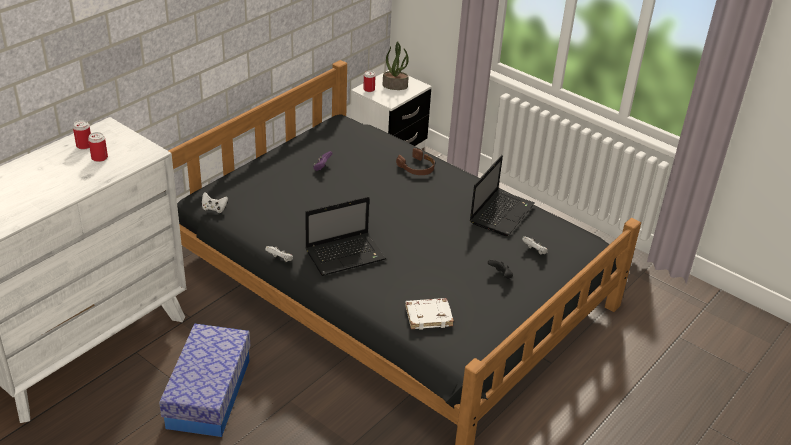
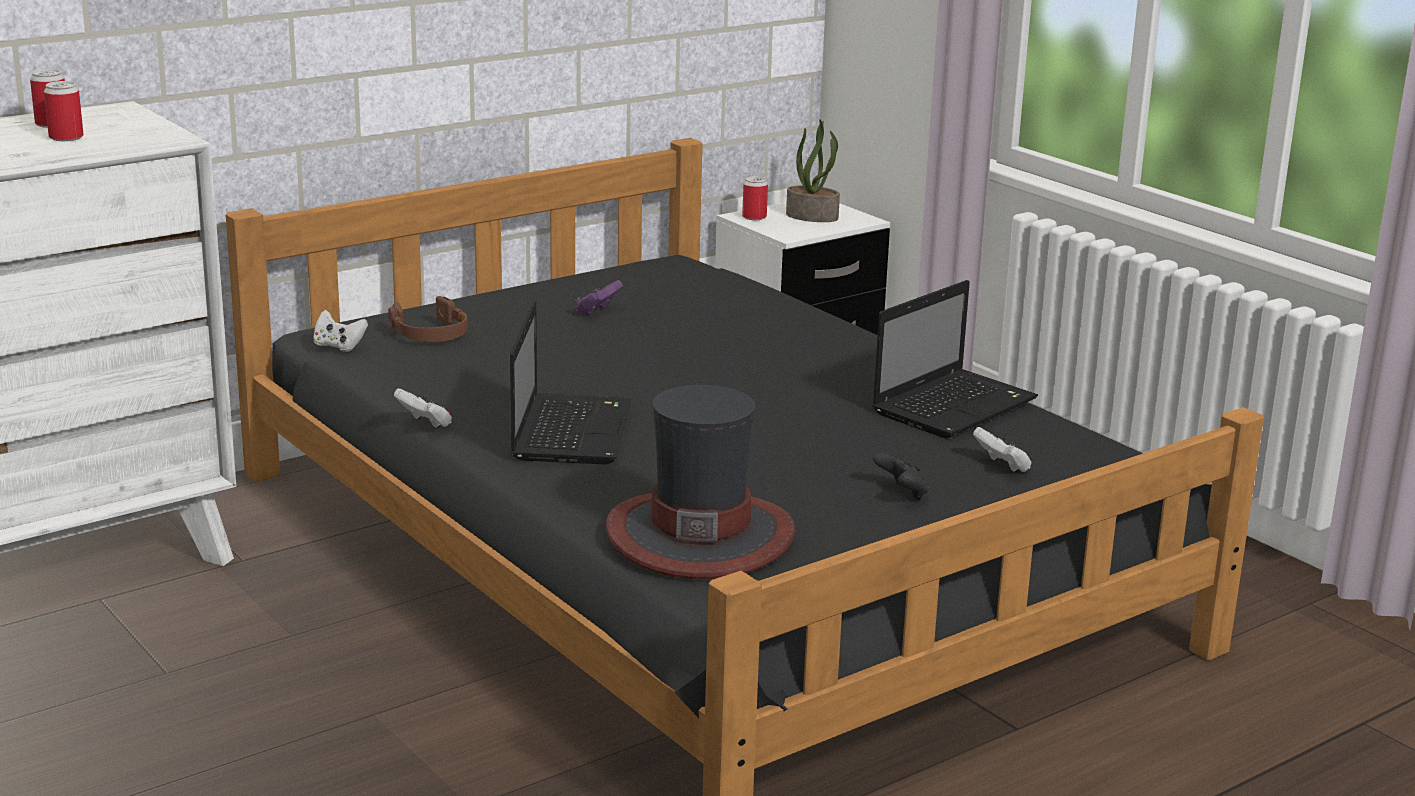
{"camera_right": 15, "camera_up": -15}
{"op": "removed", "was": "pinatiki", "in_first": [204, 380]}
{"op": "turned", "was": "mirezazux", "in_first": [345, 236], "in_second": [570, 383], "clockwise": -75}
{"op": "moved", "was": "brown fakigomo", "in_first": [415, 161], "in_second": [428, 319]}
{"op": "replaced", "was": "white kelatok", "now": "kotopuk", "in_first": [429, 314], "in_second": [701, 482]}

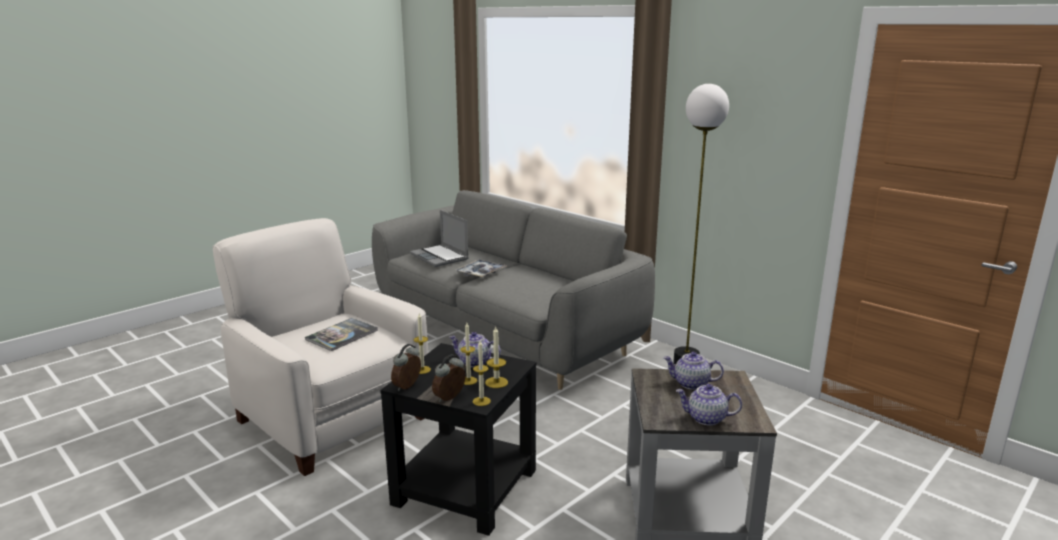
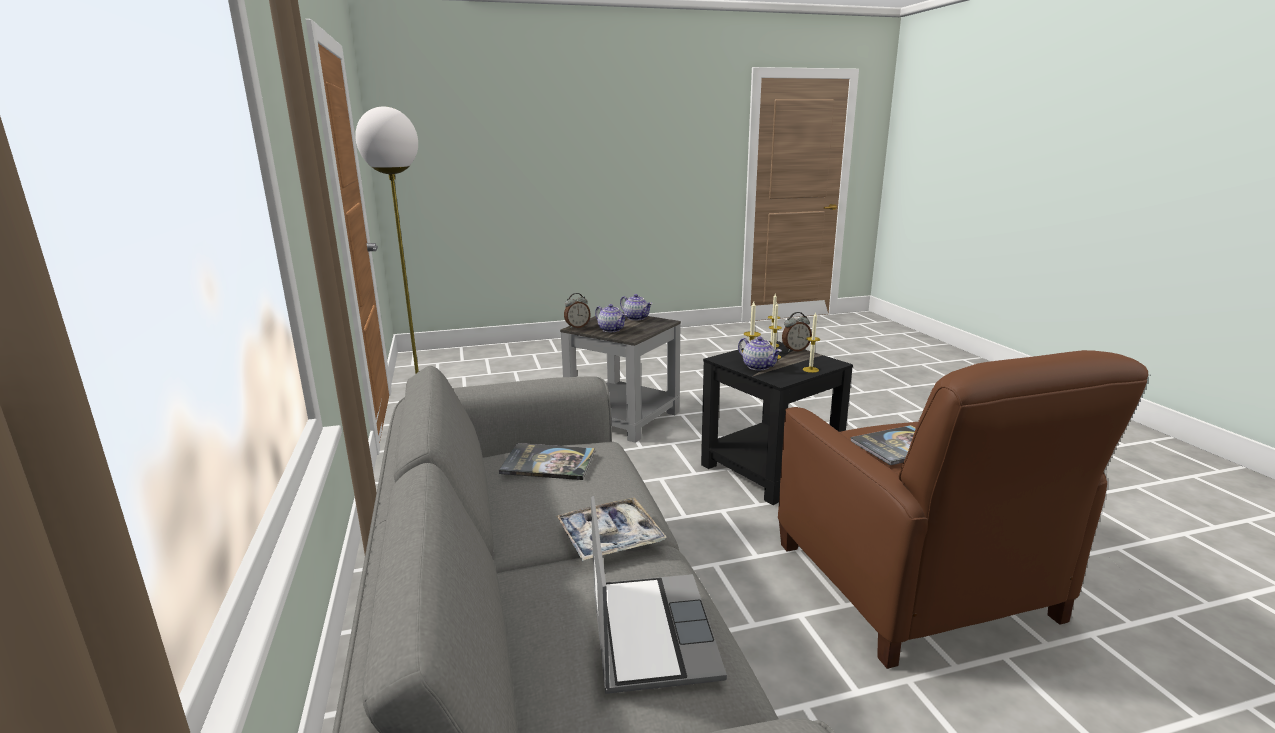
{"camera_right": -150, "camera_up": 0}
{"op": "recoloured", "was": "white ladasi", "now": "brown ladasi", "in_first": [320, 347], "in_second": [963, 509]}
{"op": "moved", "was": "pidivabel", "in_first": [406, 367], "in_second": [577, 311]}
{"op": "added", "now": "kelatok", "in_second": [547, 461]}

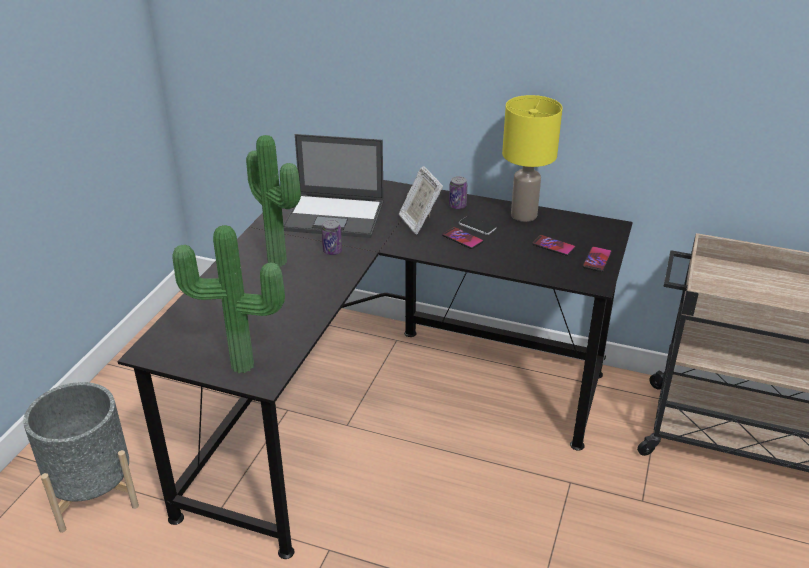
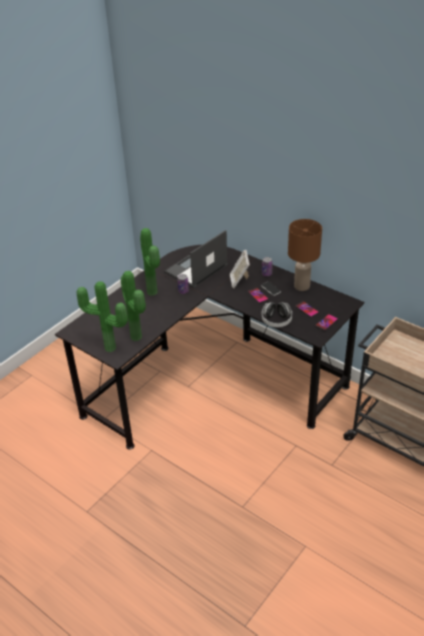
{"camera_right": 20, "camera_up": 5}
{"op": "removed", "was": "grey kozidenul", "in_first": [81, 457]}
{"op": "turned", "was": "mirezazux", "in_first": [334, 186], "in_second": [196, 259], "clockwise": 105}
{"op": "recoloured", "was": "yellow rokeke", "now": "brown rokeke", "in_first": [532, 158], "in_second": [305, 255]}
{"op": "added", "now": "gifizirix", "in_second": [133, 306]}
{"op": "added", "now": "fakigomo", "in_second": [276, 314]}

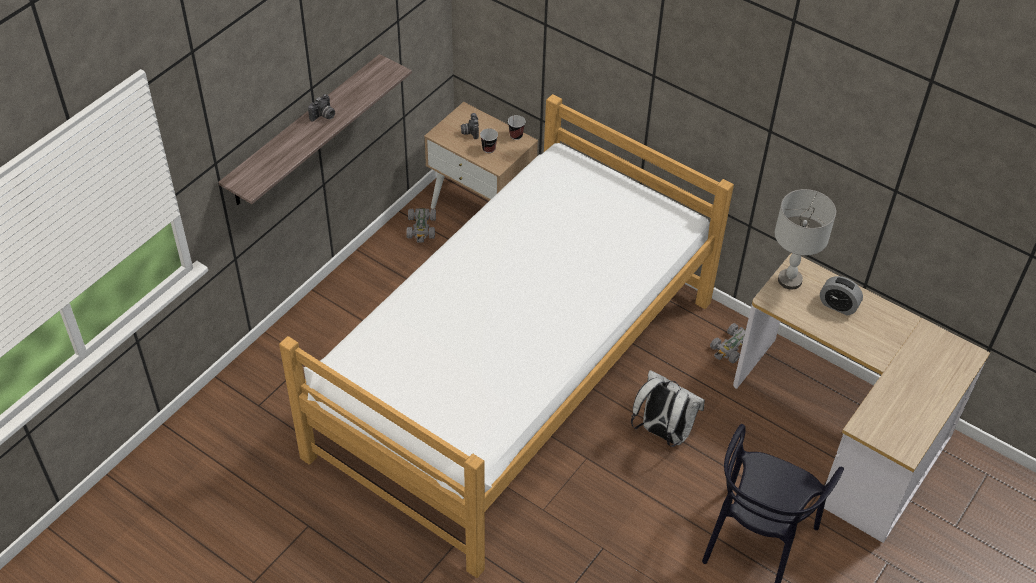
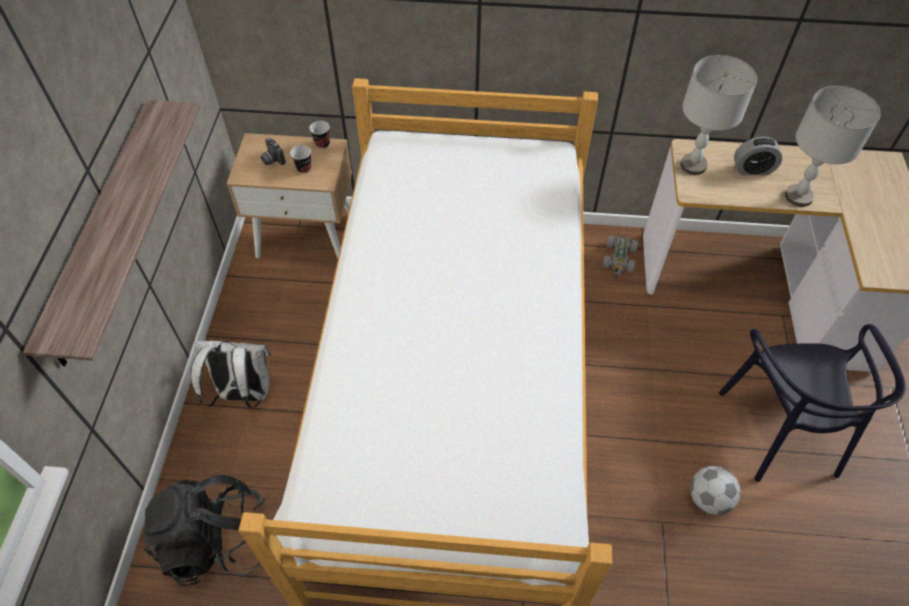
{"camera_right": -30, "camera_up": 5}
{"op": "removed", "was": "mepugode", "in_first": [321, 108]}
{"op": "removed", "was": "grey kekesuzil", "in_first": [421, 225]}
{"op": "moved", "was": "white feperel", "in_first": [668, 408], "in_second": [230, 374]}
{"op": "added", "now": "black feperel", "in_second": [204, 530]}
{"op": "added", "now": "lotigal", "in_second": [715, 490]}
{"op": "added", "now": "grey rokeke", "in_second": [833, 146]}

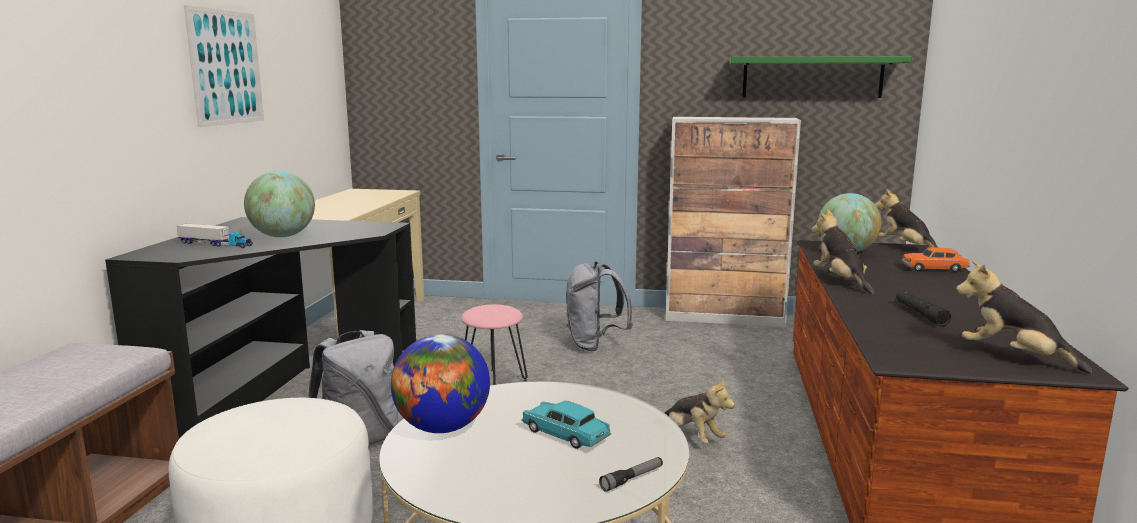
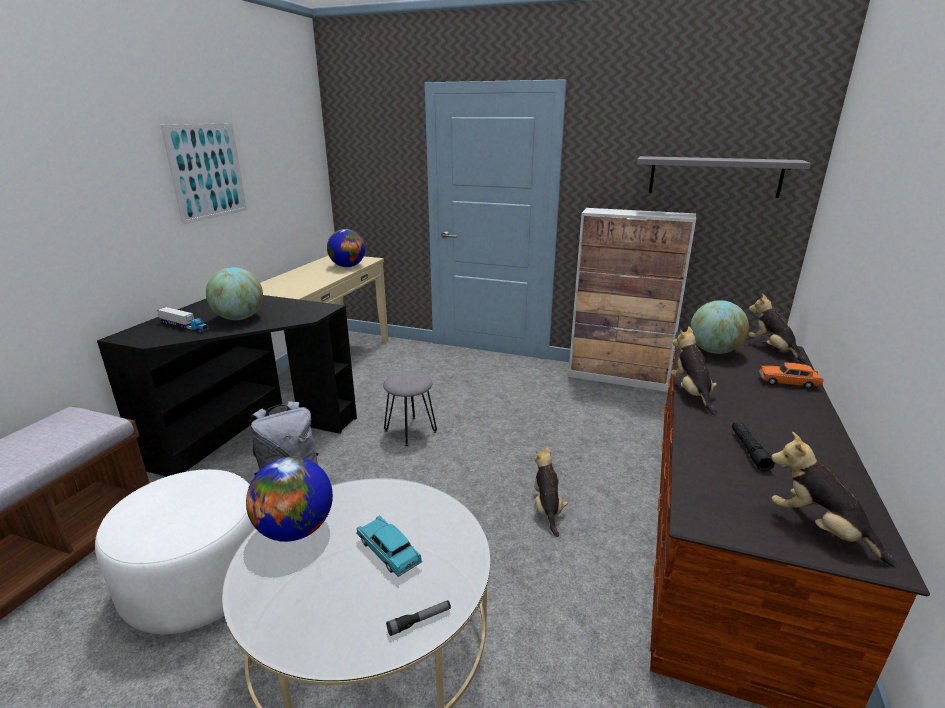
{"camera_right": 10, "camera_up": 10}
{"op": "recoloured", "was": "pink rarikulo", "now": "grey rarikulo", "in_first": [494, 344], "in_second": [410, 408]}
{"op": "removed", "was": "grey feperel", "in_first": [599, 306]}
{"op": "turned", "was": "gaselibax", "in_first": [699, 410], "in_second": [551, 491], "clockwise": -150}
{"op": "recoloured", "was": "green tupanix", "now": "grey tupanix", "in_first": [820, 77], "in_second": [724, 177]}
{"op": "added", "now": "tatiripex", "in_second": [346, 248]}

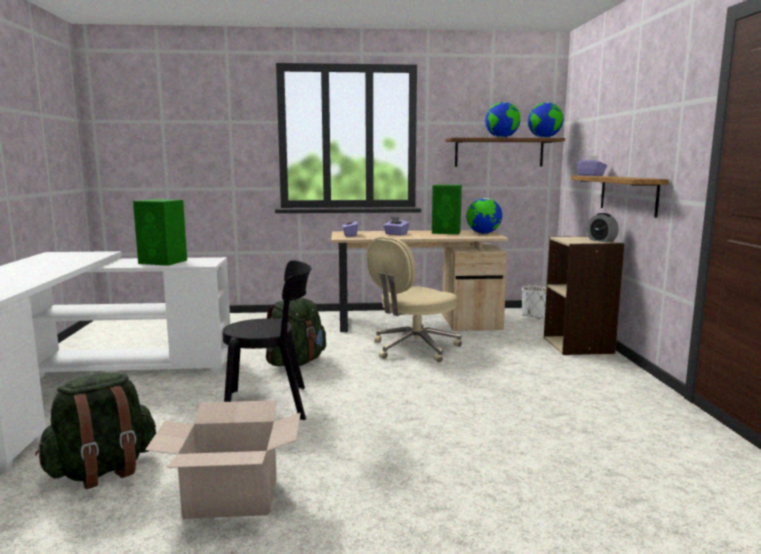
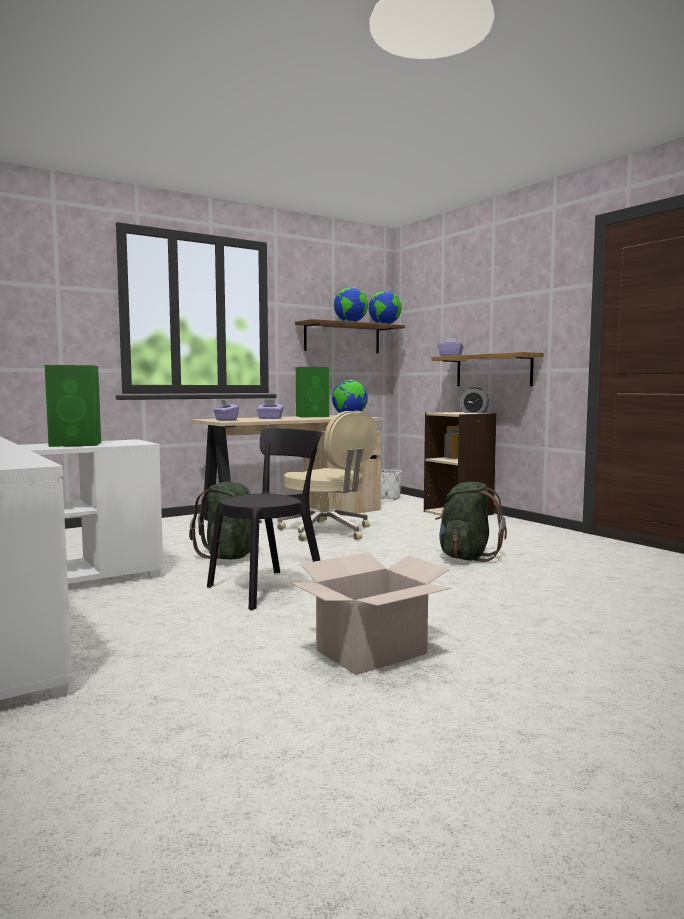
{"camera_right": -30, "camera_up": -5}
{"op": "moved", "was": "green feperel", "in_first": [95, 431], "in_second": [471, 522]}
{"op": "turned", "was": "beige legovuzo", "in_first": [414, 300], "in_second": [327, 476], "clockwise": -60}

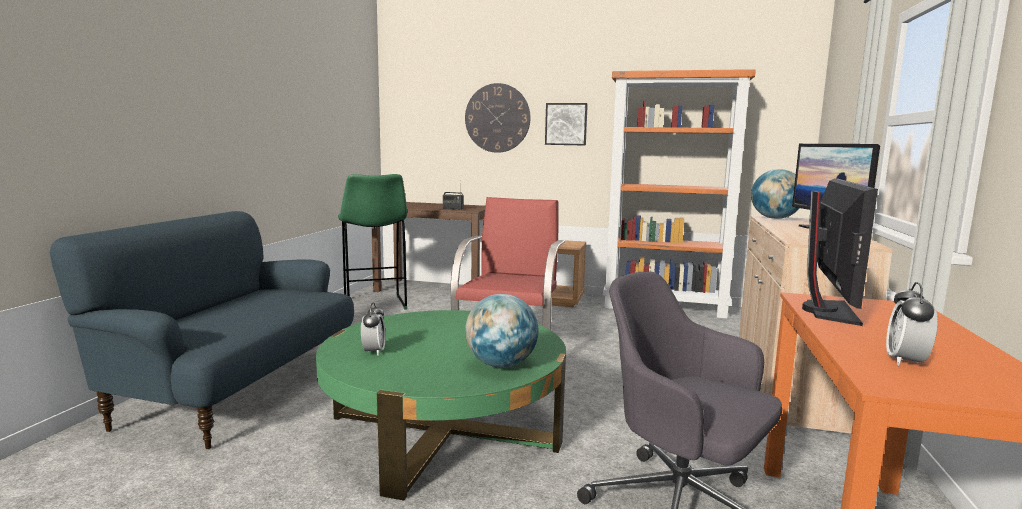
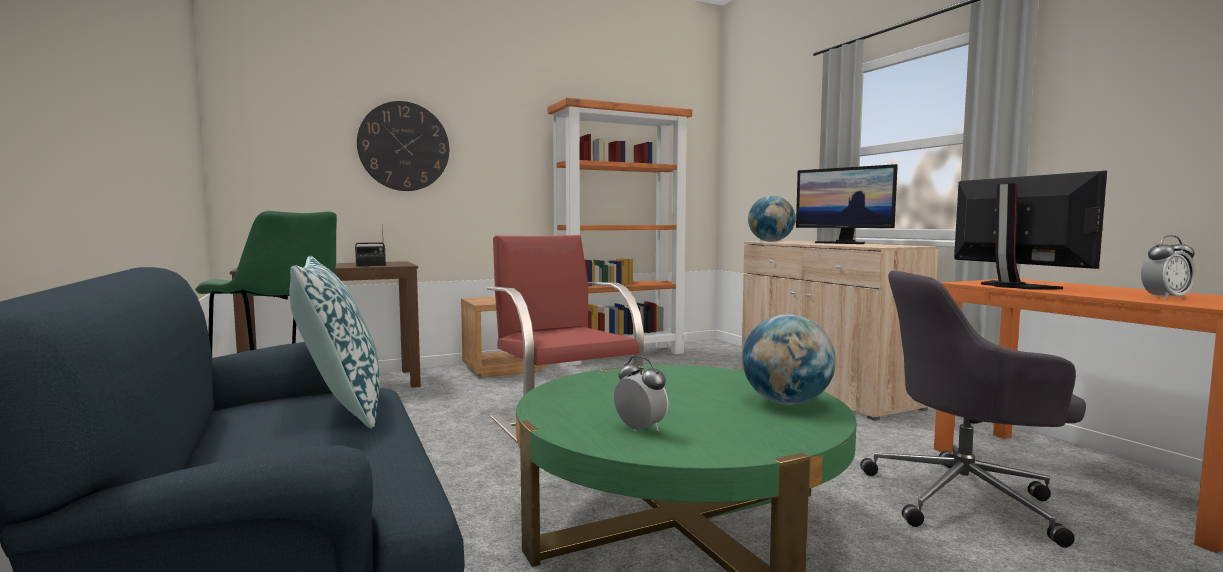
{"camera_right": -40, "camera_up": -5}
{"op": "removed", "was": "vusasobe", "in_first": [566, 124]}
{"op": "turned", "was": "pidivabel", "in_first": [912, 324], "in_second": [1168, 267], "clockwise": -90}
{"op": "added", "now": "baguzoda", "in_second": [334, 342]}

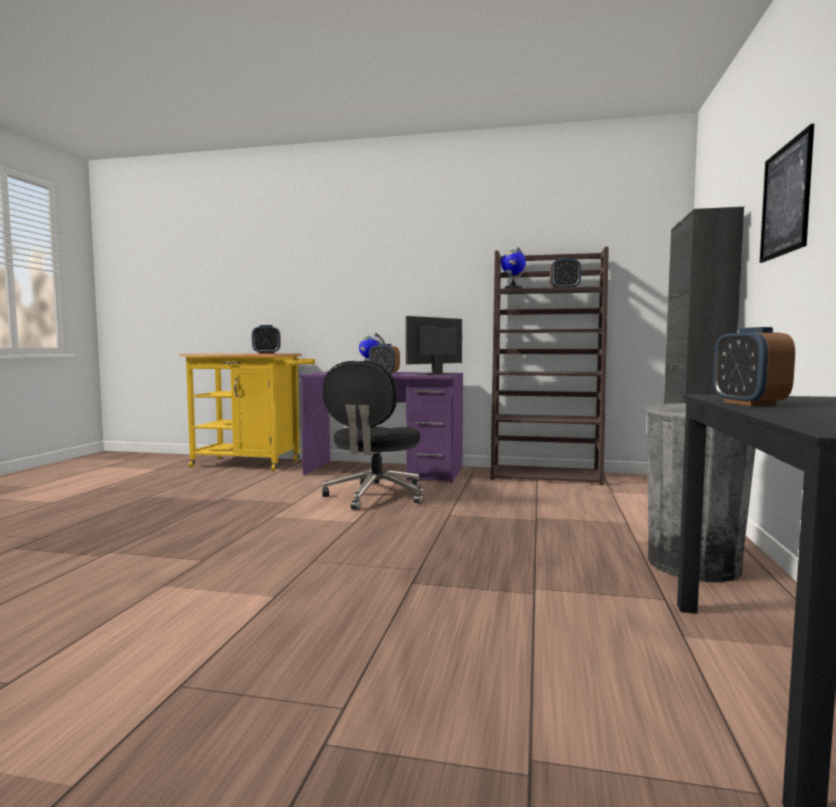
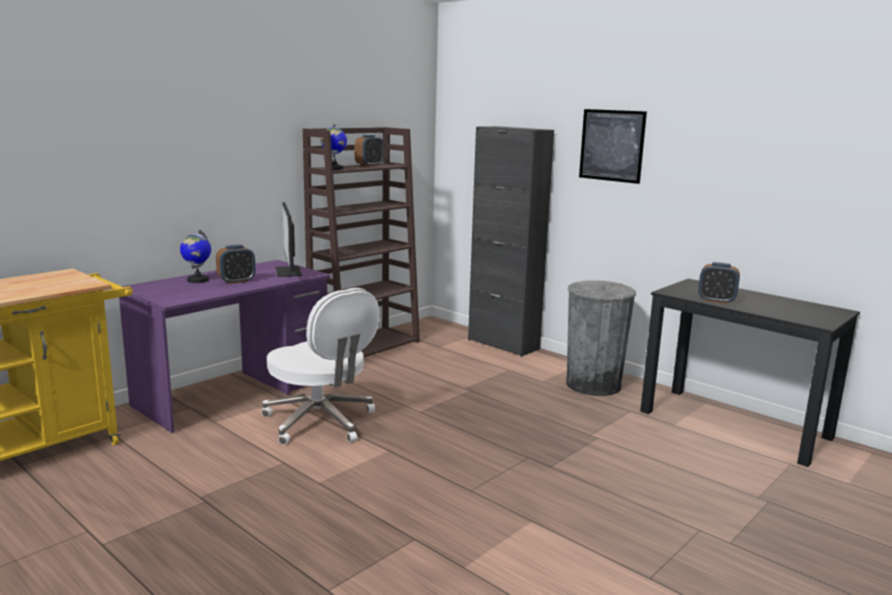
{"camera_right": -60, "camera_up": 10}
{"op": "removed", "was": "pidivabel", "in_first": [266, 339]}
{"op": "recoloured", "was": "black legovuzo", "now": "white legovuzo", "in_first": [373, 435], "in_second": [320, 366]}

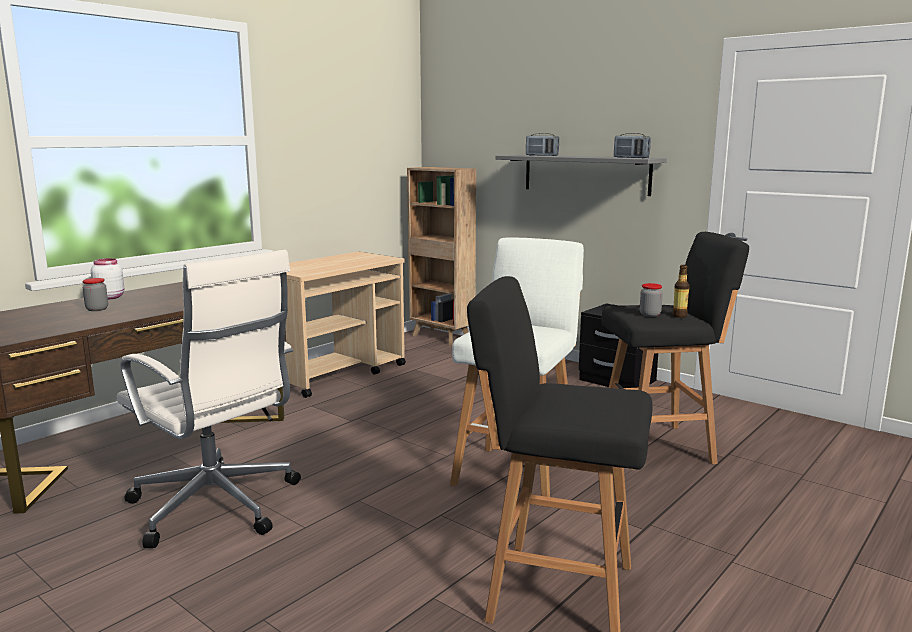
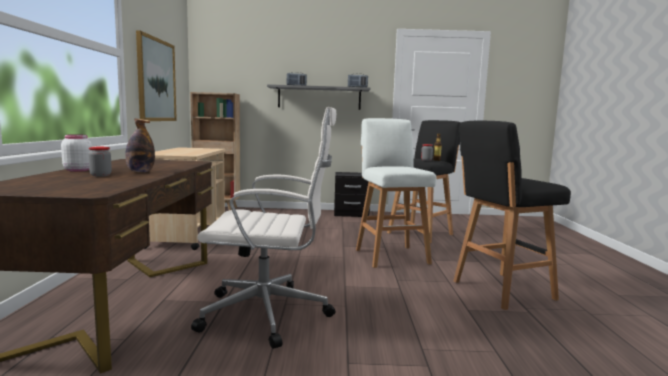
{"camera_right": -40, "camera_up": -5}
{"op": "added", "now": "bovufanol", "in_second": [140, 145]}
{"op": "added", "now": "vusasobe", "in_second": [156, 75]}

